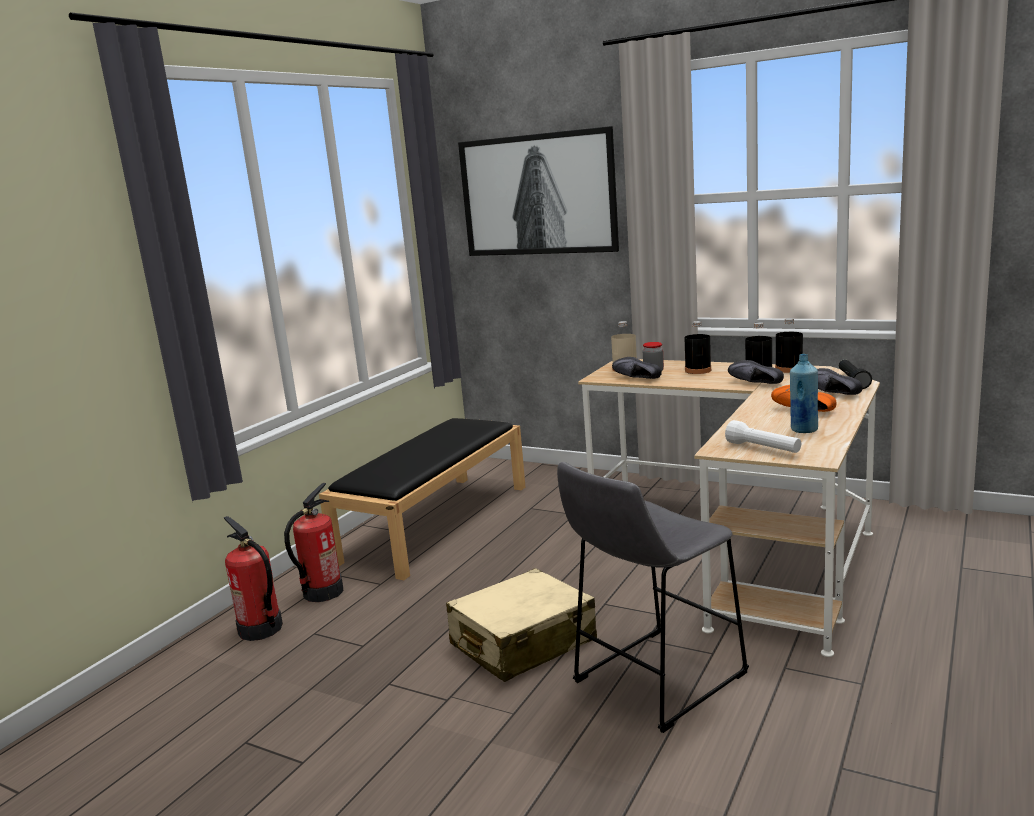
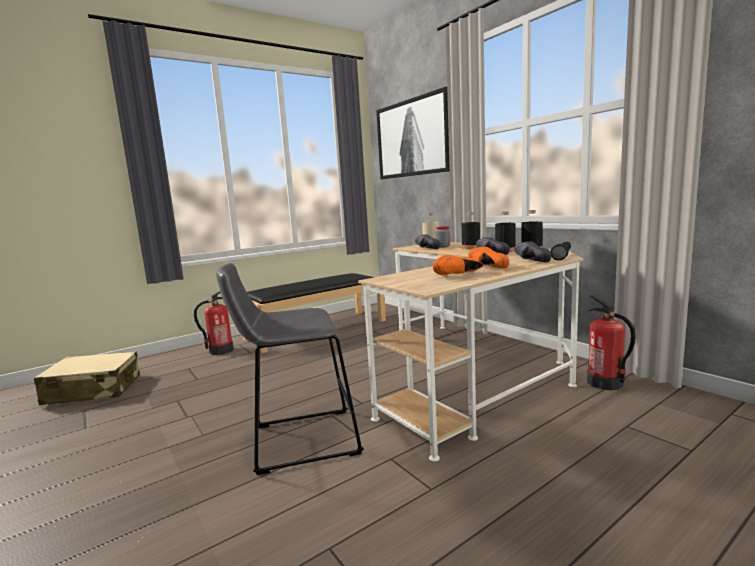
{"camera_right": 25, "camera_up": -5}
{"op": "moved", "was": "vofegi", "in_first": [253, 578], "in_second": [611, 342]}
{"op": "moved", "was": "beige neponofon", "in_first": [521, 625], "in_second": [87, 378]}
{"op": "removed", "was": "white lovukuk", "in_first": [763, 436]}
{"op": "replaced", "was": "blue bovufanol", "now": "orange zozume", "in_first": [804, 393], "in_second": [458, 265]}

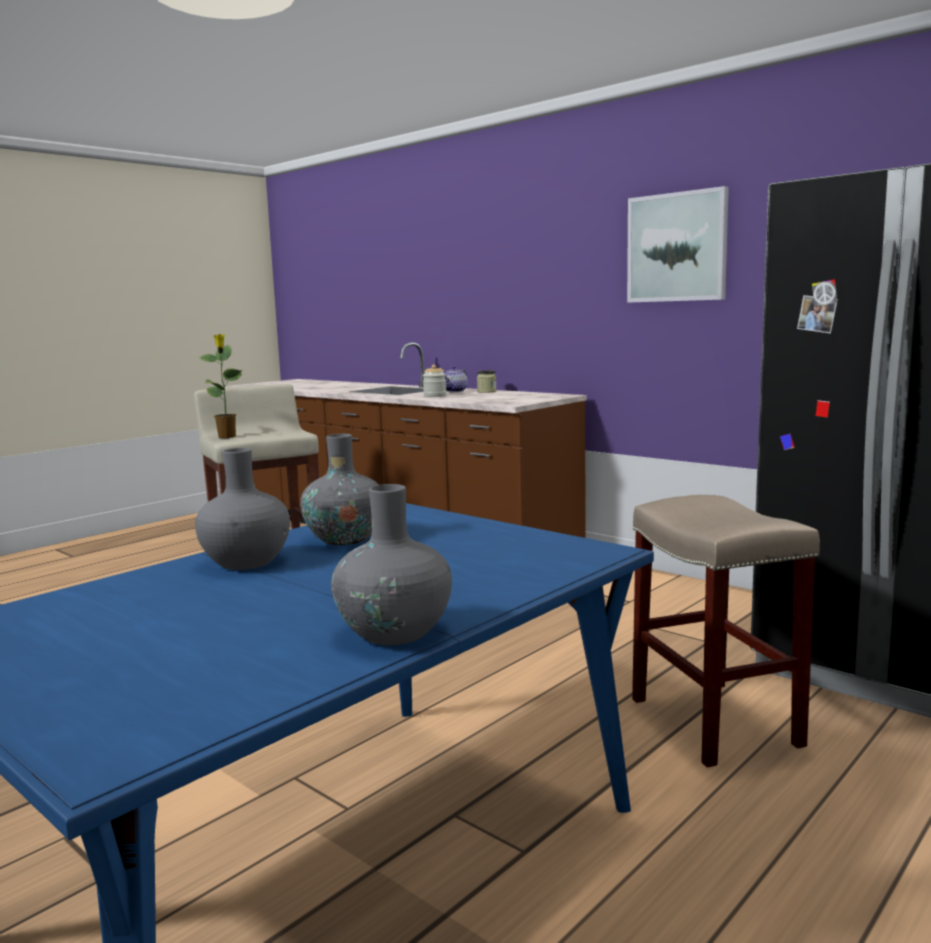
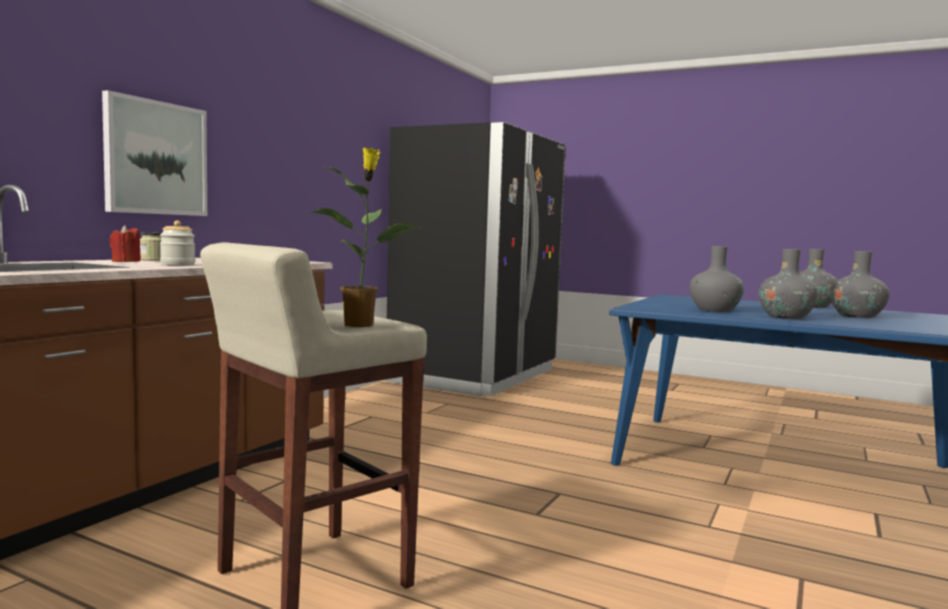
{"camera_right": -105, "camera_up": -5}
{"op": "replaced", "was": "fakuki", "now": "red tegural", "in_first": [455, 379], "in_second": [125, 243]}
{"op": "moved", "was": "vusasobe", "in_first": [678, 244], "in_second": [154, 153]}
{"op": "removed", "was": "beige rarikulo", "in_first": [726, 631]}
{"op": "added", "now": "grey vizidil", "in_second": [860, 284]}

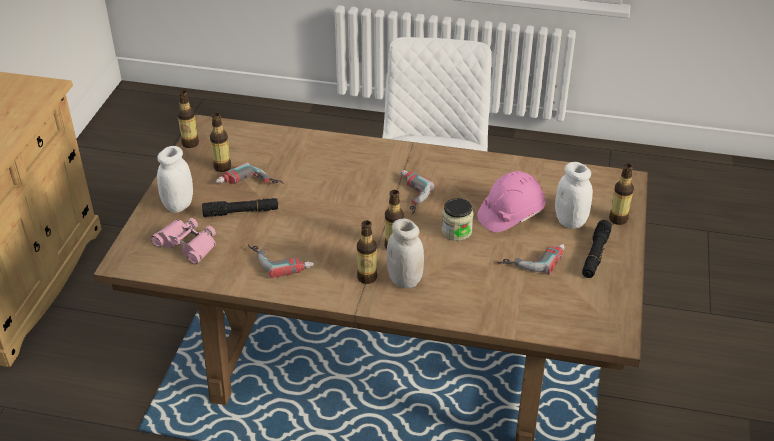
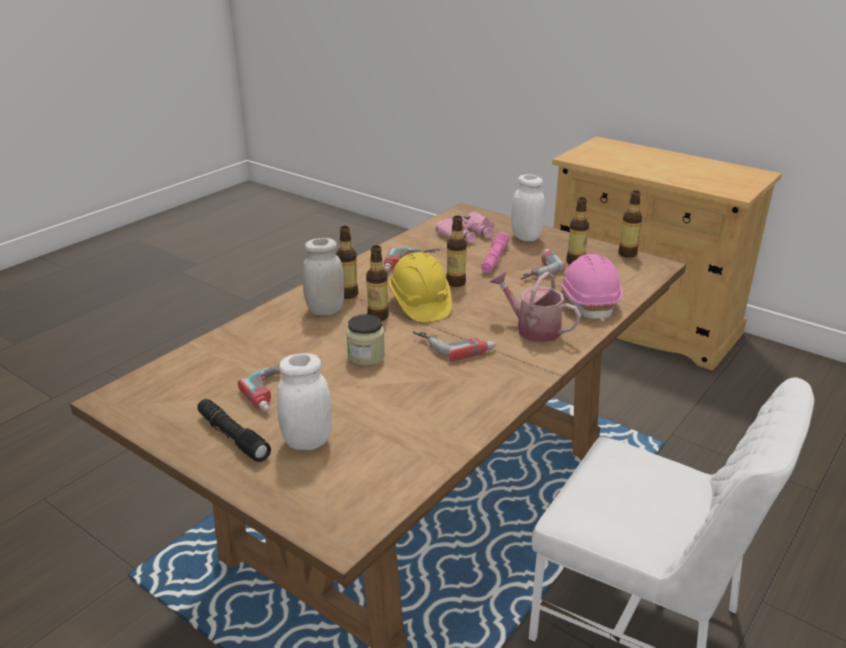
{"camera_right": 115, "camera_up": -10}
{"op": "recoloured", "was": "black lovukuk", "now": "pink lovukuk", "in_first": [240, 207], "in_second": [495, 252]}
{"op": "moved", "was": "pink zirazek", "in_first": [511, 202], "in_second": [591, 288]}
{"op": "moved", "was": "bovufanol", "in_first": [621, 194], "in_second": [456, 251]}
{"op": "added", "now": "yellow zirazek", "in_second": [420, 287]}
{"op": "added", "now": "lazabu", "in_second": [535, 306]}

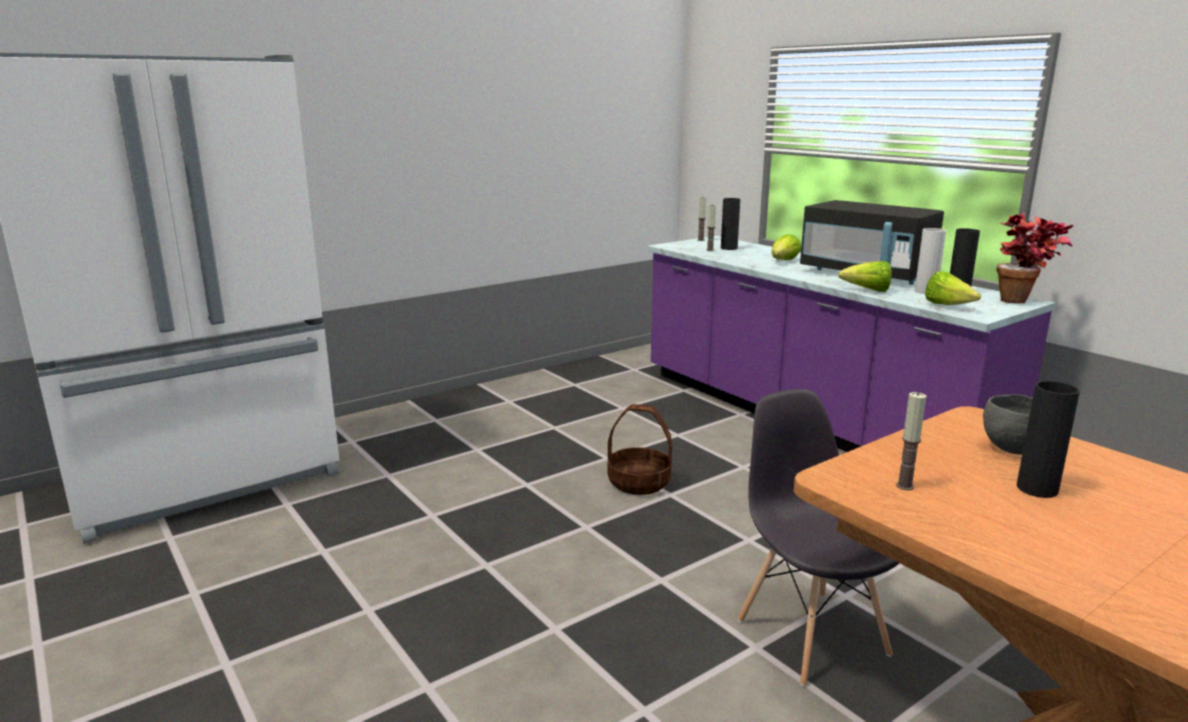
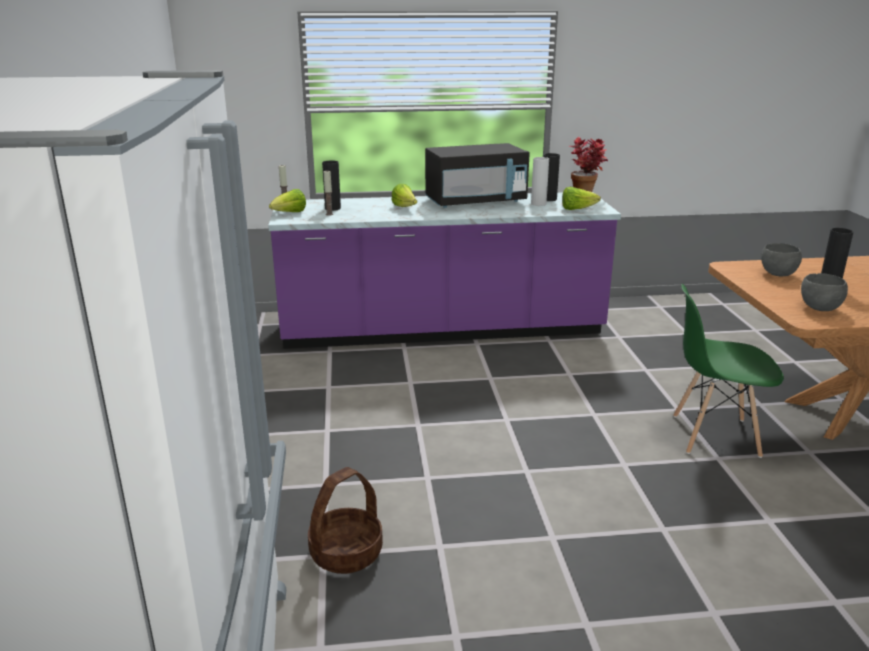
{"camera_right": -60, "camera_up": 5}
{"op": "moved", "was": "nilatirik", "in_first": [640, 449], "in_second": [345, 520]}
{"op": "recoloured", "was": "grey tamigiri", "now": "green tamigiri", "in_first": [818, 538], "in_second": [728, 371]}
{"op": "moved", "was": "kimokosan", "in_first": [865, 276], "in_second": [287, 200]}
{"op": "replaced", "was": "tegural", "now": "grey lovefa", "in_first": [911, 441], "in_second": [824, 292]}

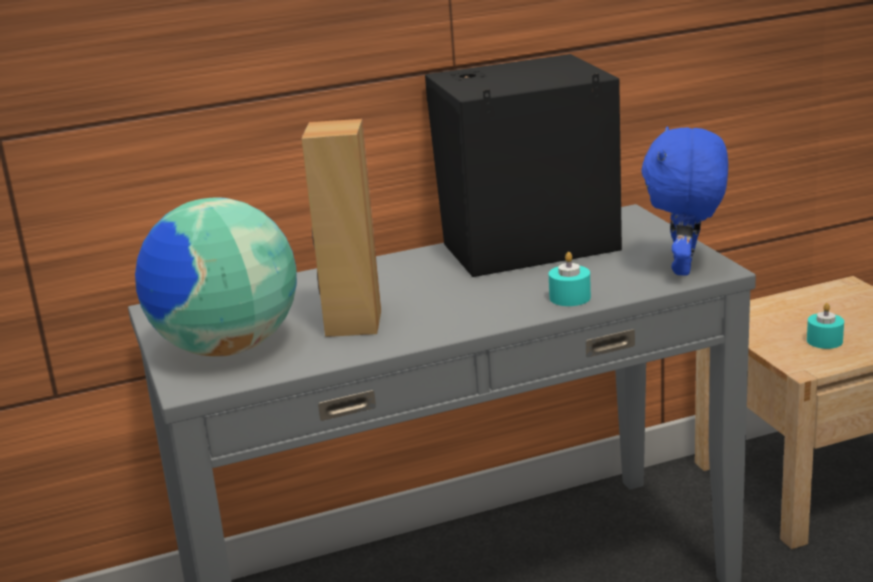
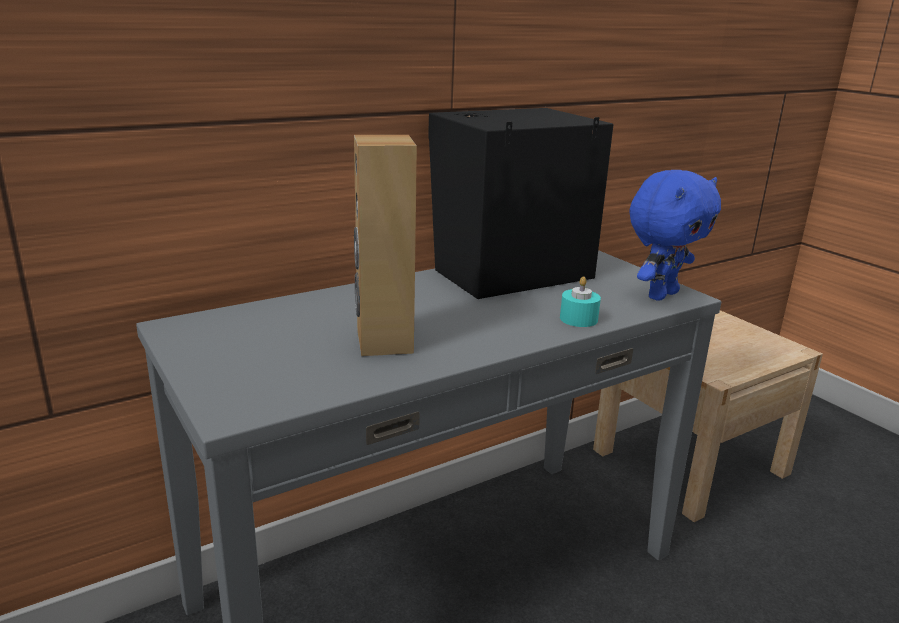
{"camera_right": -15, "camera_up": 0}
{"op": "removed", "was": "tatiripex", "in_first": [216, 277]}
{"op": "turned", "was": "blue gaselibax", "in_first": [684, 201], "in_second": [675, 235], "clockwise": -135}
{"op": "removed", "was": "turquoise tegural", "in_first": [825, 326]}

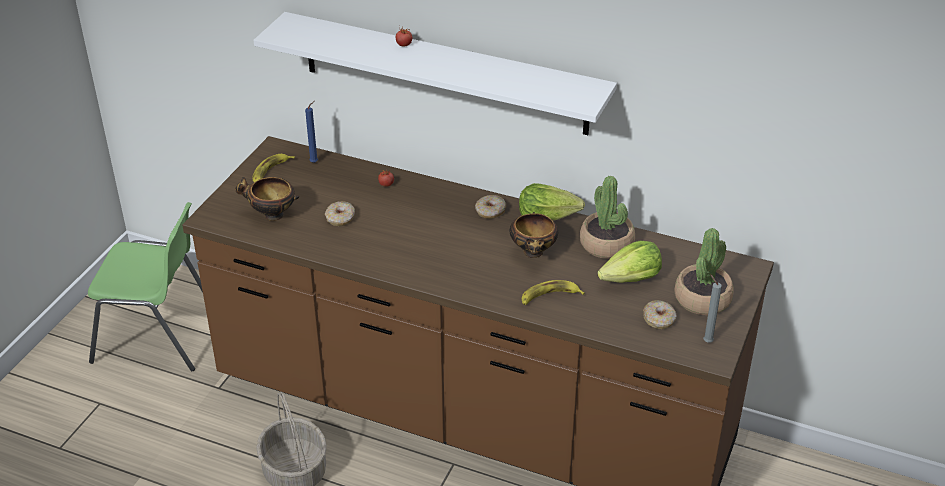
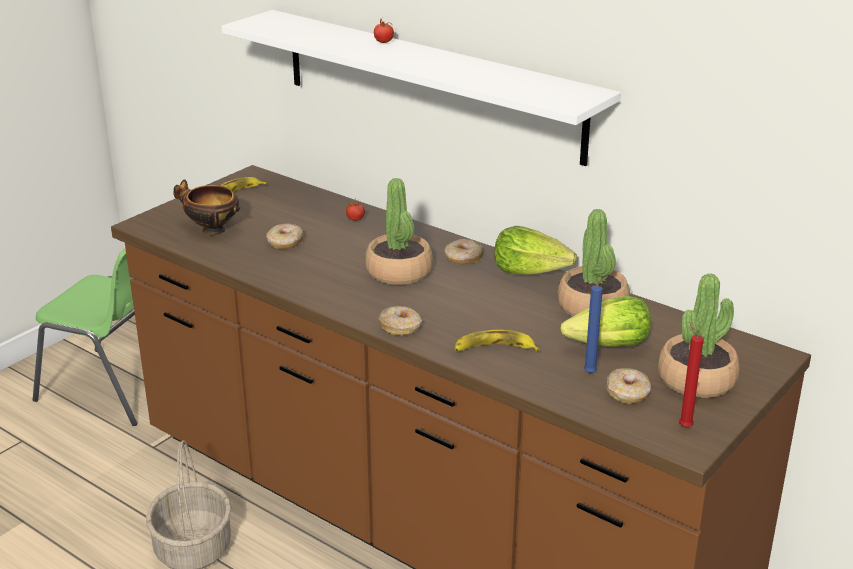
{"camera_right": 15, "camera_up": -10}
{"op": "moved", "was": "blue tegural", "in_first": [311, 132], "in_second": [596, 324]}
{"op": "removed", "was": "lovefa", "in_first": [533, 235]}
{"op": "recoloured", "was": "grey tegural", "now": "red tegural", "in_first": [712, 309], "in_second": [691, 375]}
{"op": "added", "now": "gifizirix", "in_second": [399, 231]}
{"op": "added", "now": "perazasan", "in_second": [400, 321]}

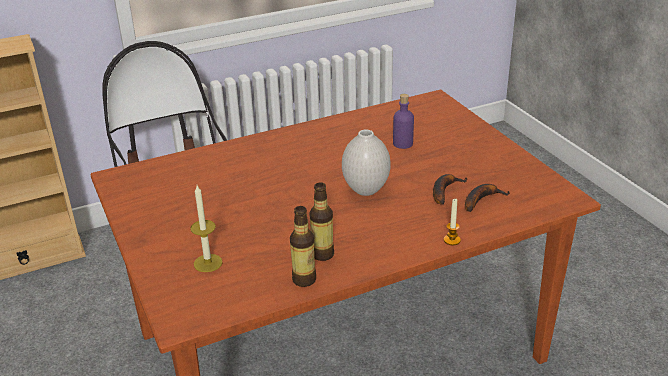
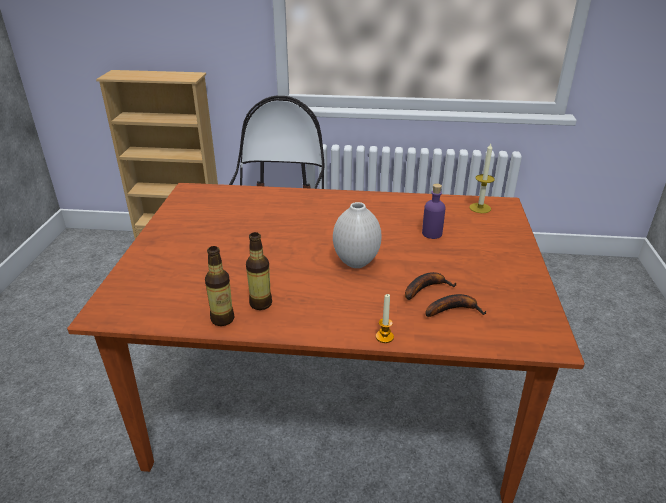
{"camera_right": 30, "camera_up": 0}
{"op": "moved", "was": "tegural", "in_first": [206, 228], "in_second": [482, 178]}

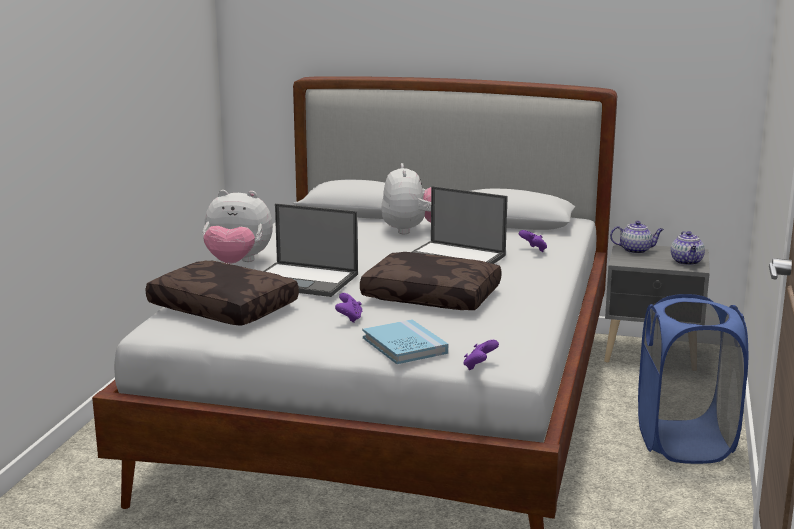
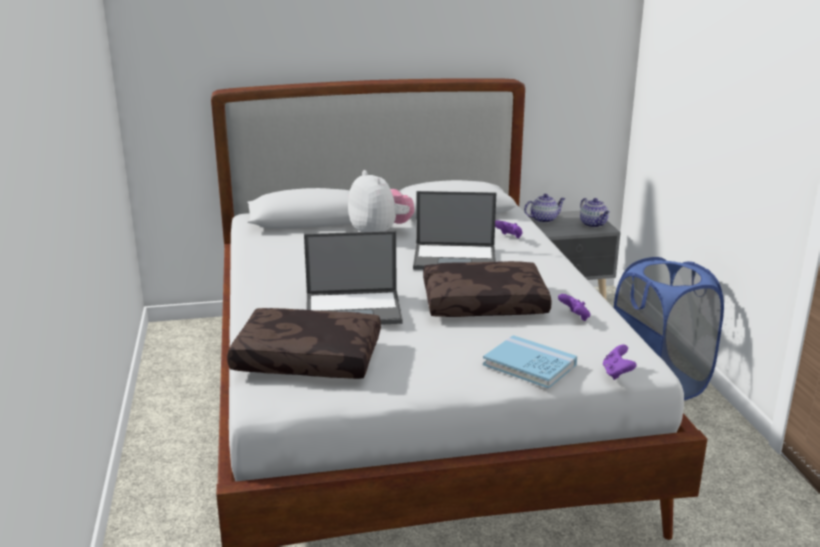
{"camera_right": -25, "camera_up": 5}
{"op": "removed", "was": "gaselibax", "in_first": [238, 227]}
{"op": "moved", "was": "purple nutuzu", "in_first": [348, 308], "in_second": [574, 307]}

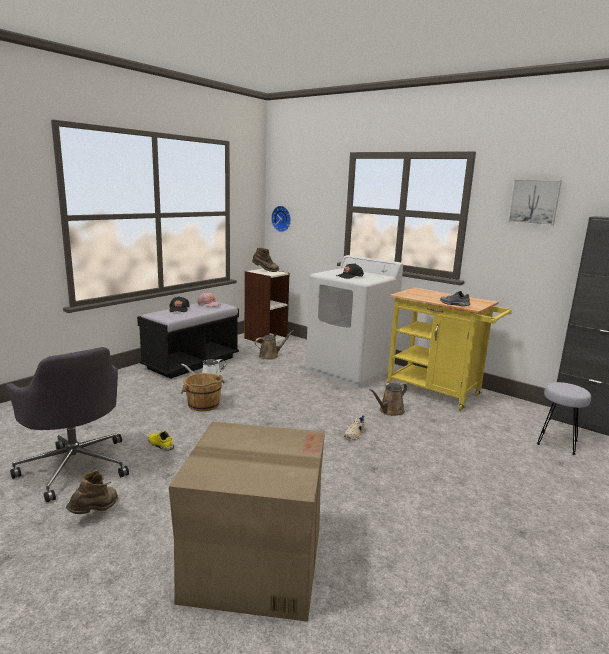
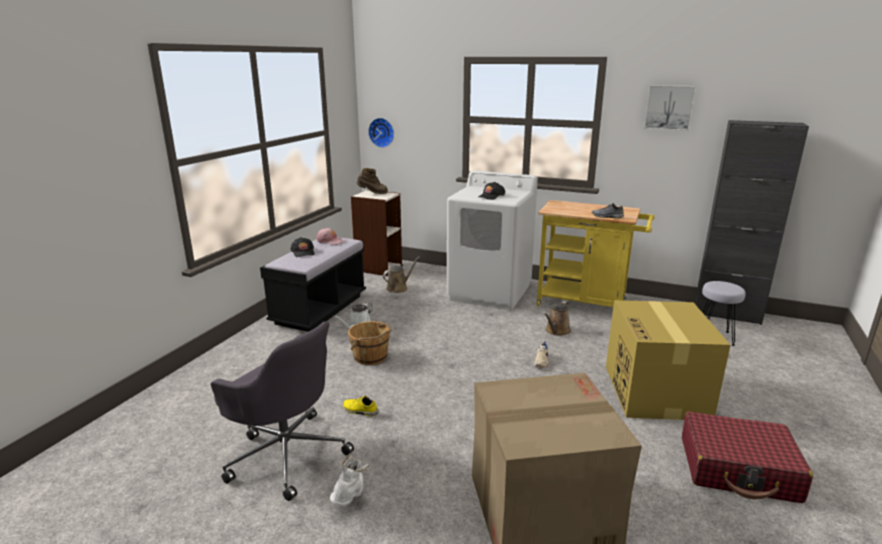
{"camera_right": -15, "camera_up": 5}
{"op": "recoloured", "was": "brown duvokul", "now": "white duvokul", "in_first": [92, 492], "in_second": [349, 480]}
{"op": "added", "now": "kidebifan", "in_second": [668, 360]}
{"op": "added", "now": "red neponofon", "in_second": [747, 457]}

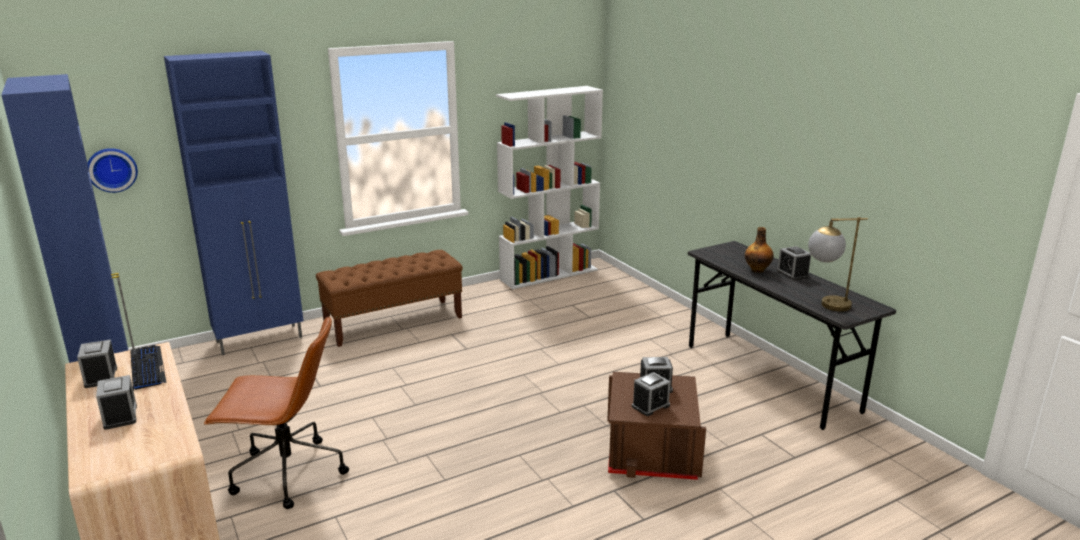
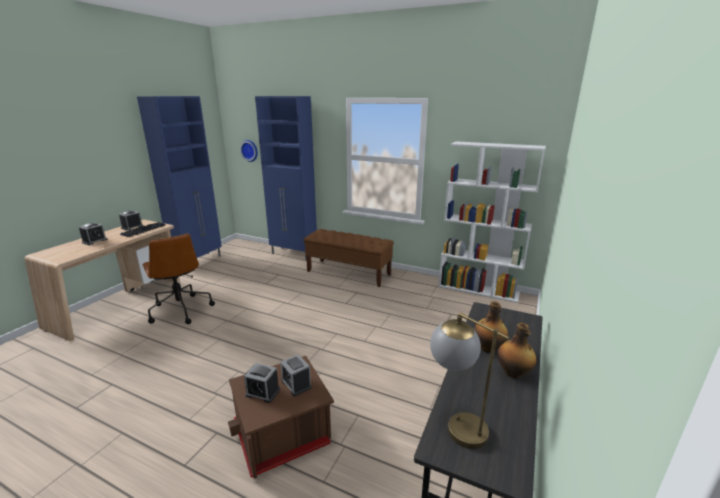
{"camera_right": 55, "camera_up": 0}
{"op": "replaced", "was": "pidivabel", "now": "bovufanol", "in_first": [794, 263], "in_second": [516, 351]}

